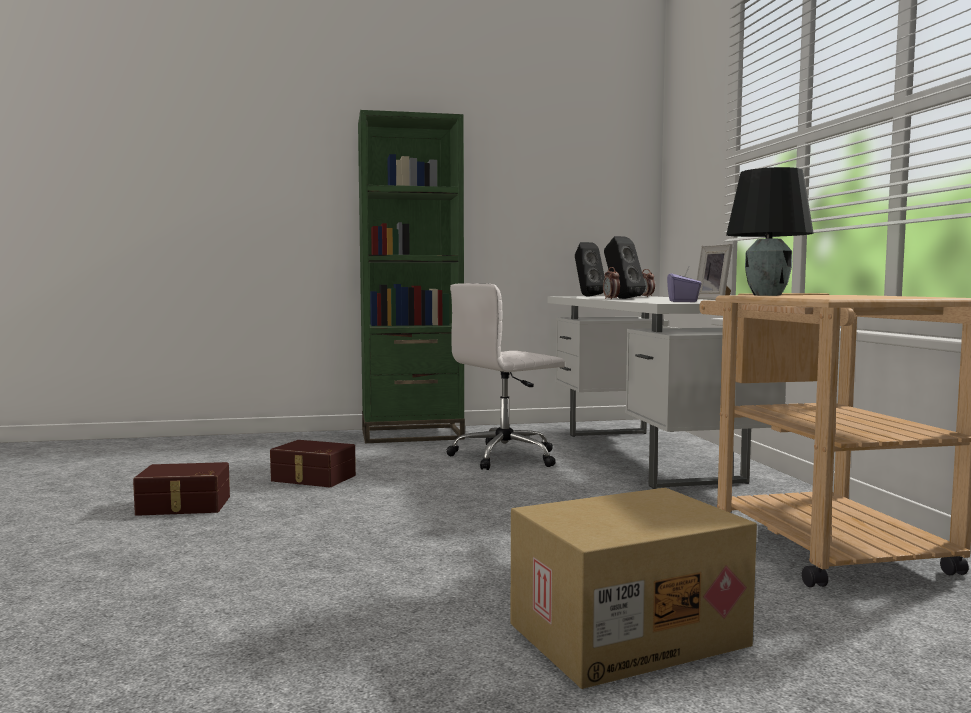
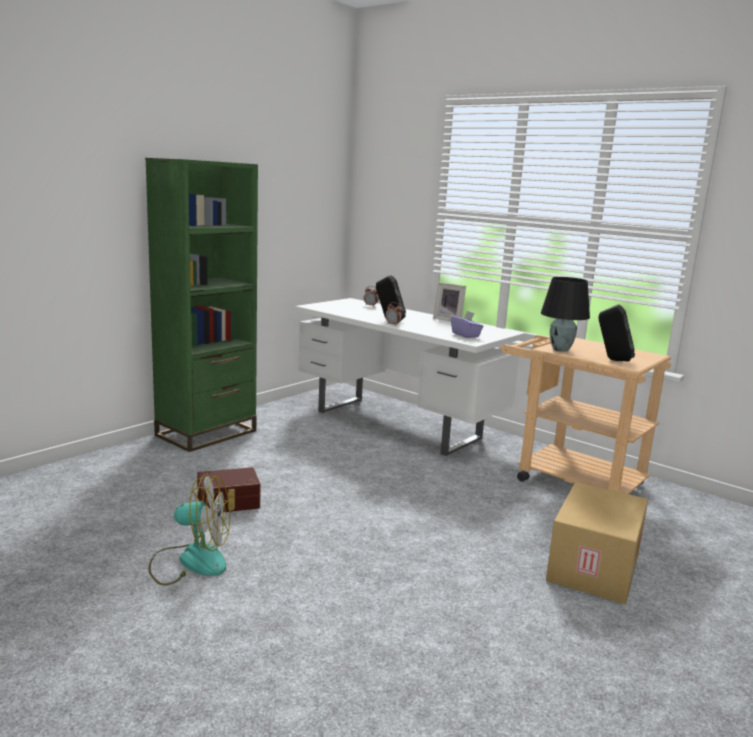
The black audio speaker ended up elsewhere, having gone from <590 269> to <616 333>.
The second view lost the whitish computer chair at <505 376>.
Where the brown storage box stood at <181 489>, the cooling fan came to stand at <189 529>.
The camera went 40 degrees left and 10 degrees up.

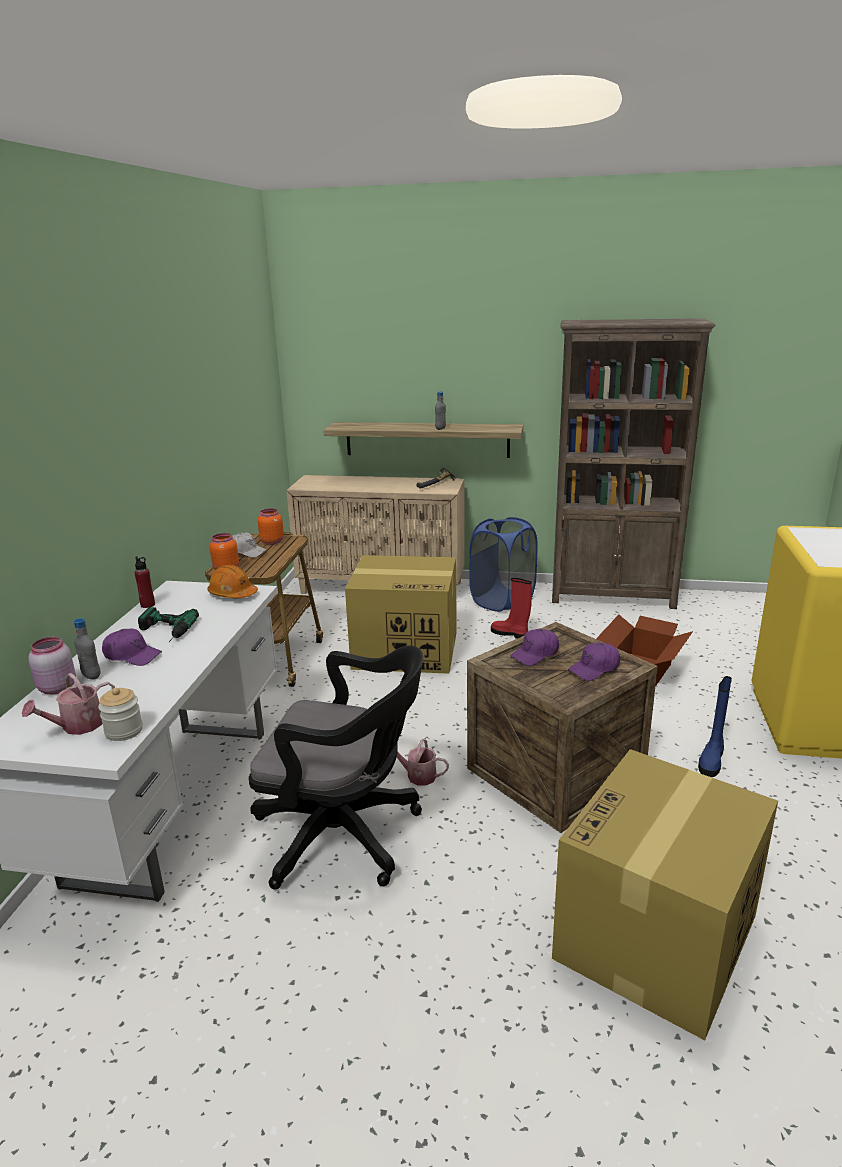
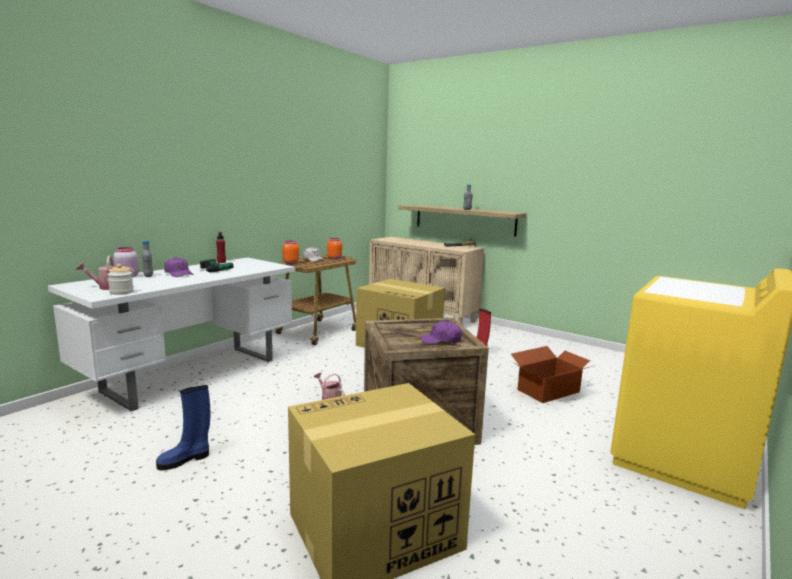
The second view lost the brown bookcase at <633 463>.
The second view lost the blue washing basket at <503 564>.
The second view lost the orangey hard hat at <232 581>.
The second view lost the purplish peaked cap at <534 647>.
The second view lost the black computer chair at <336 767>.
The blue tall boot ended up elsewhere, having gone from <715 726> to <183 427>.
The camera went 25 degrees right and 10 degrees down.

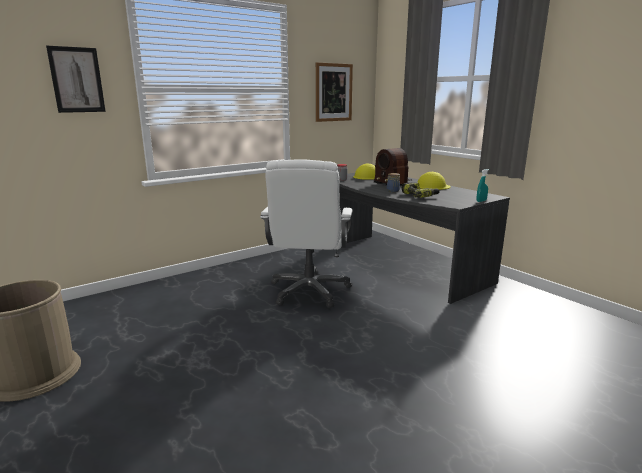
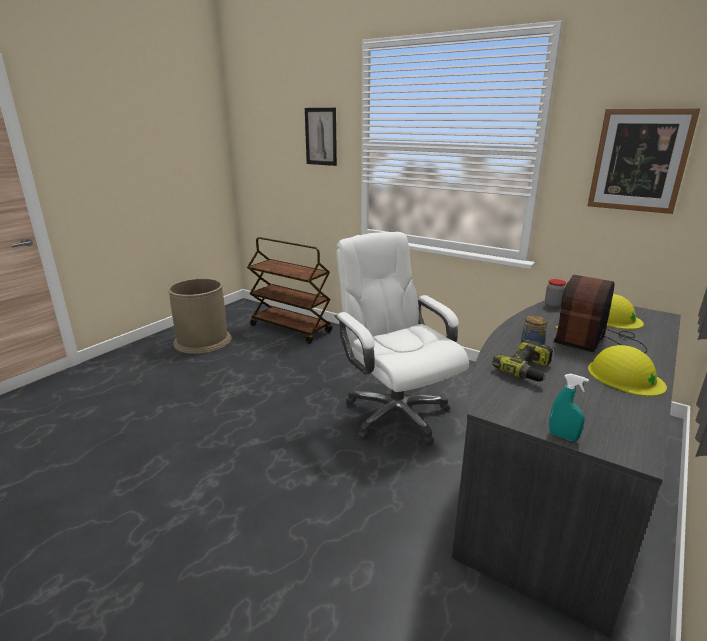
The whitish computer chair at <306 233> ended up facing another way, 75 degrees clockwise from before.
The second view gained the brown wheeled cart at <289 290>.
The camera went 70 degrees right and 5 degrees up.

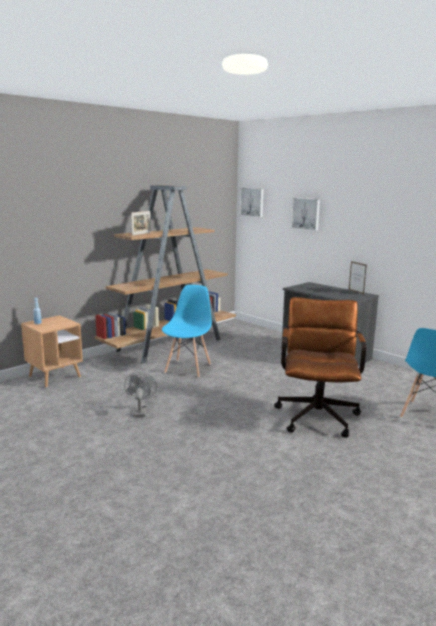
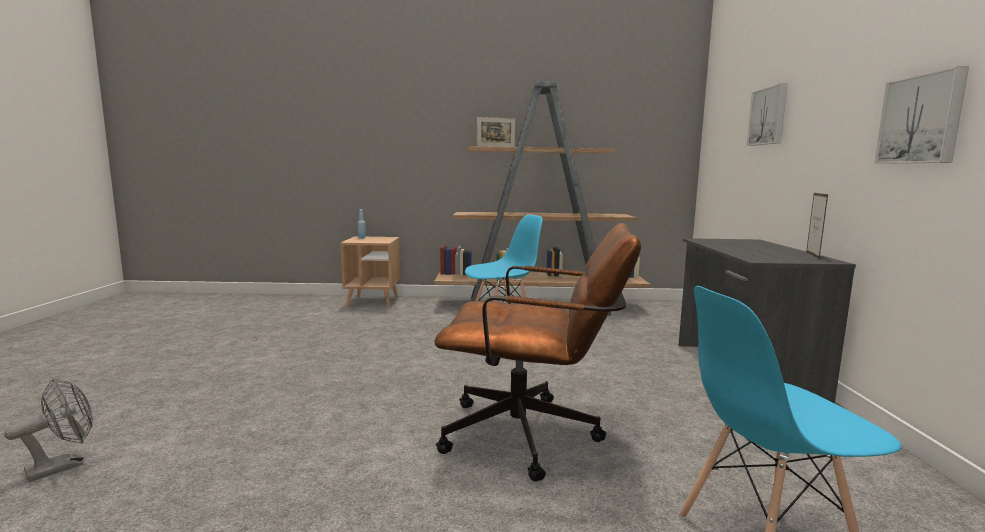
The wall picture ended up elsewhere, having gone from <251 202> to <921 115>.
The brown computer chair at <320 367> ended up facing another way, 45 degrees clockwise from before.
The greyish cooling fan ended up elsewhere, having gone from <140 394> to <48 430>.
The camera went 45 degrees right and 5 degrees down.

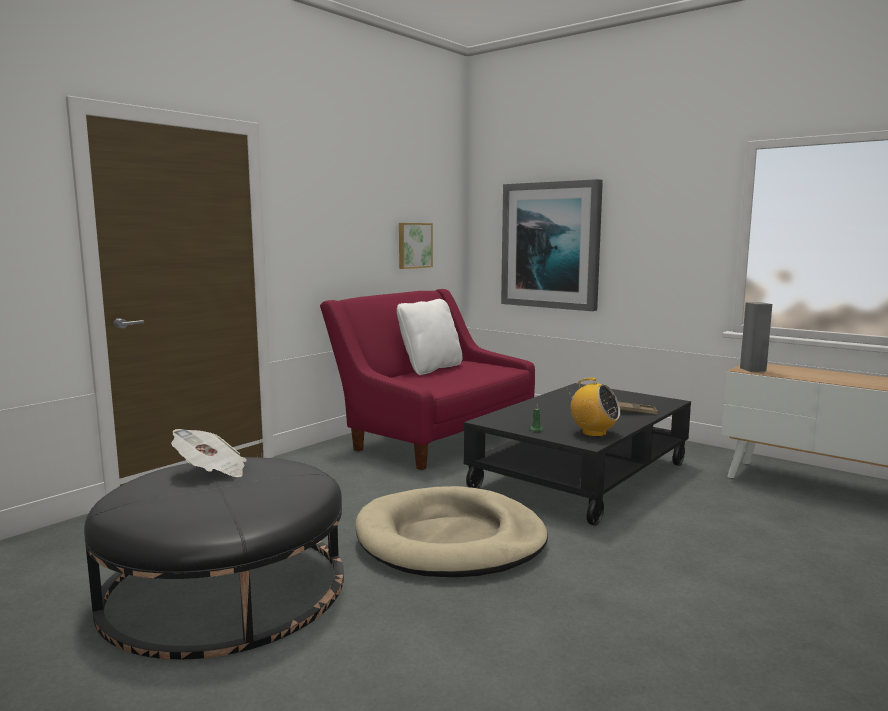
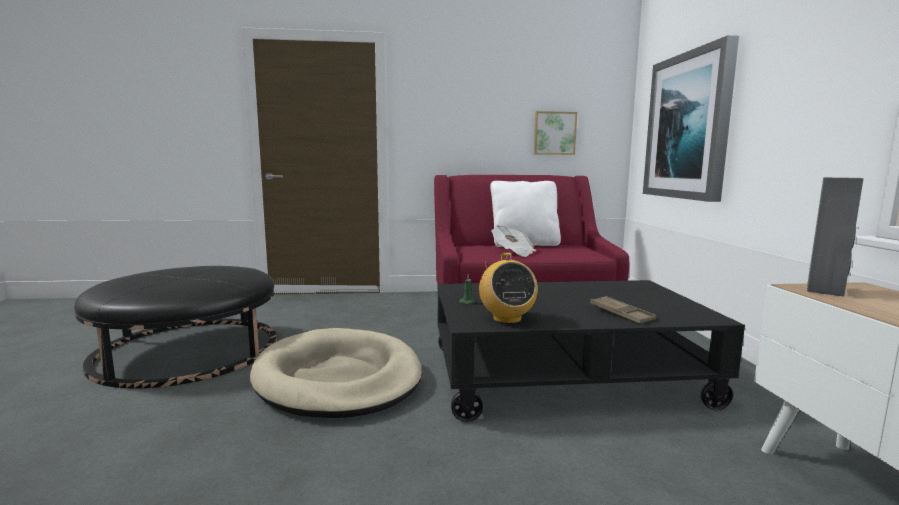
The daily paper ended up elsewhere, having gone from <209 453> to <513 241>.
The camera went 45 degrees right and 0 degrees up.

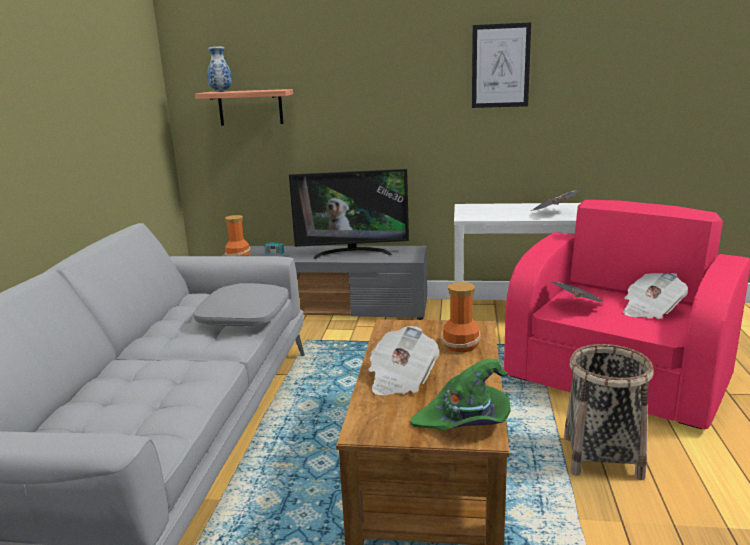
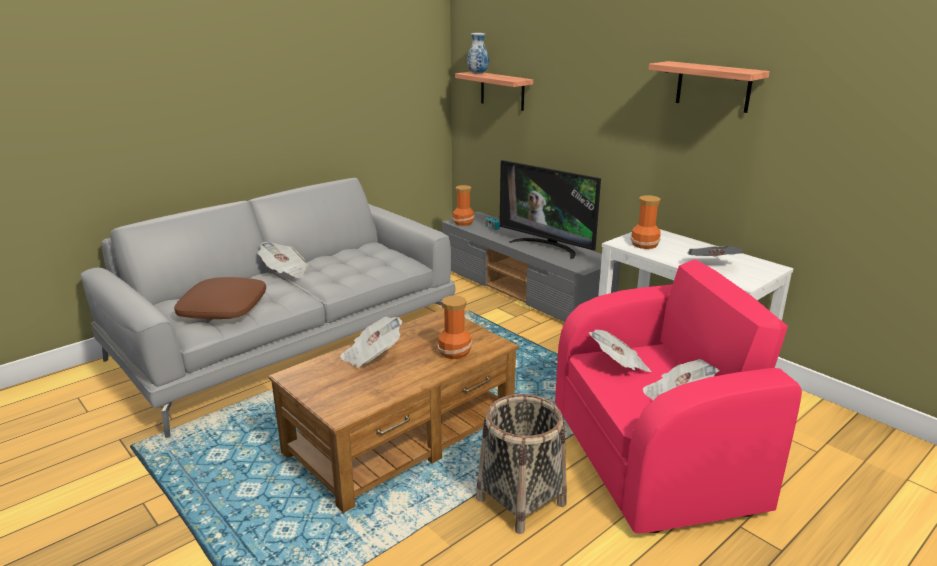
Where the wall picture hung at <501 65>, the wall shelf came to hang at <709 87>.
The second view lost the greyish throw pillow at <241 304>.
The second view lost the greenish wearable hat at <460 394>.
The second view gained the decorative vase at <646 222>.
The second view gained the daily paper at <283 260>.
The second view gained the brown throw pillow at <220 298>.
The camera went 40 degrees right and 5 degrees up.

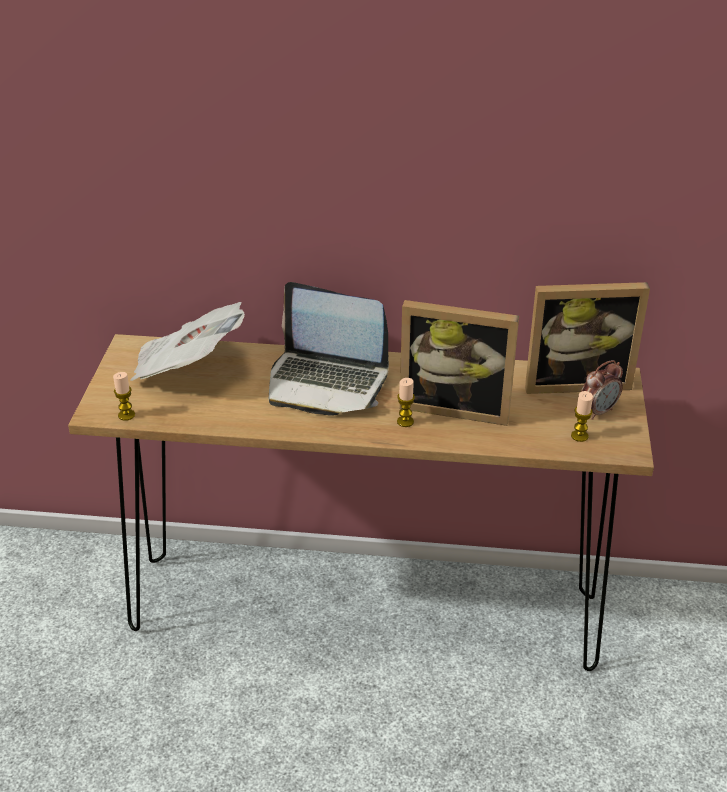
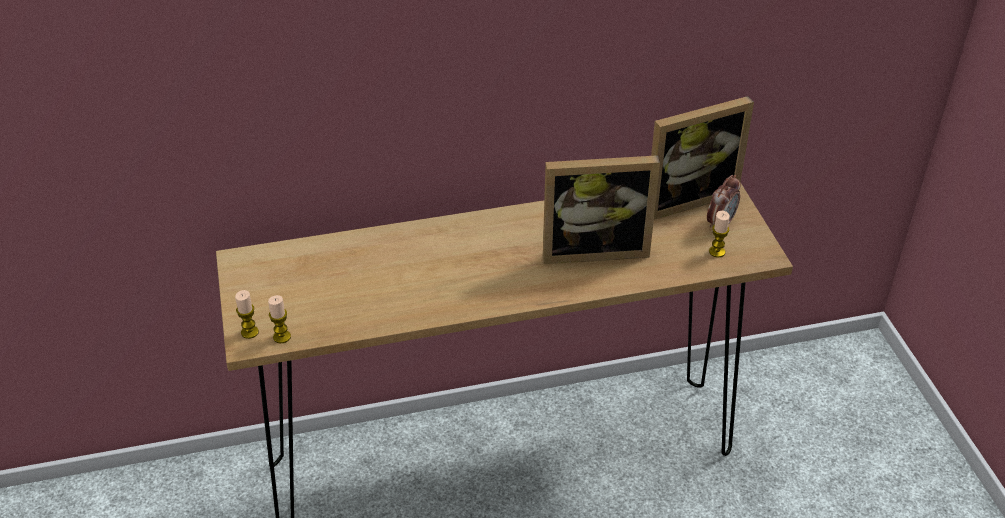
The second view lost the notebook computer at <329 349>.
The second view lost the daily paper at <187 341>.
The wax candle ended up elsewhere, having gone from <406 402> to <247 314>.
The camera went 20 degrees left and 5 degrees up.

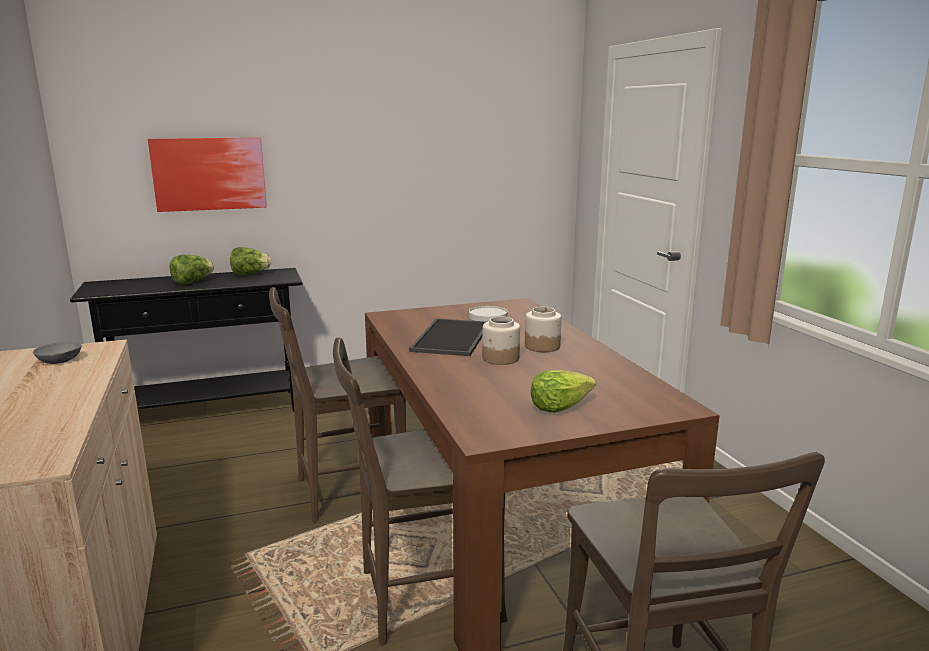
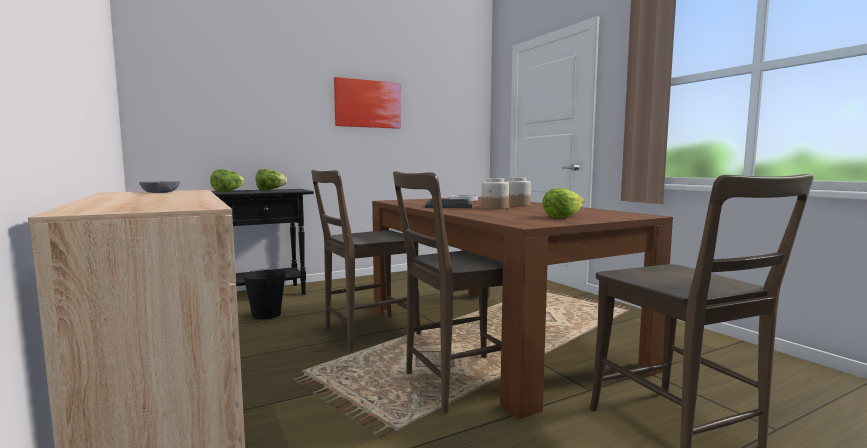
The wall picture ended up elsewhere, having gone from <207 174> to <367 103>.
The second view gained the black bucket at <264 294>.
The camera went 10 degrees left and 10 degrees down.

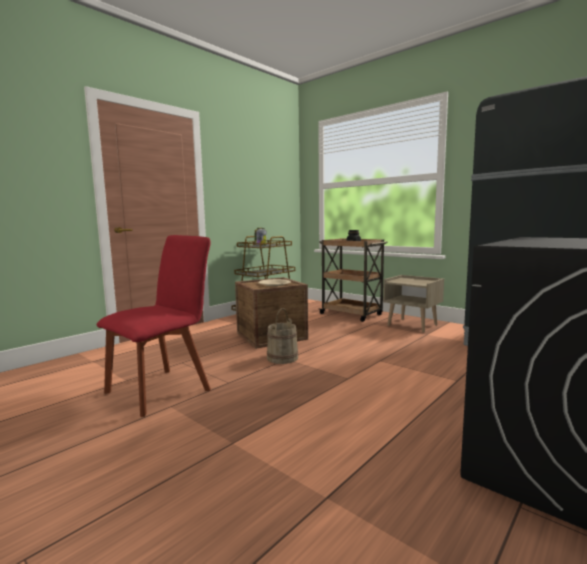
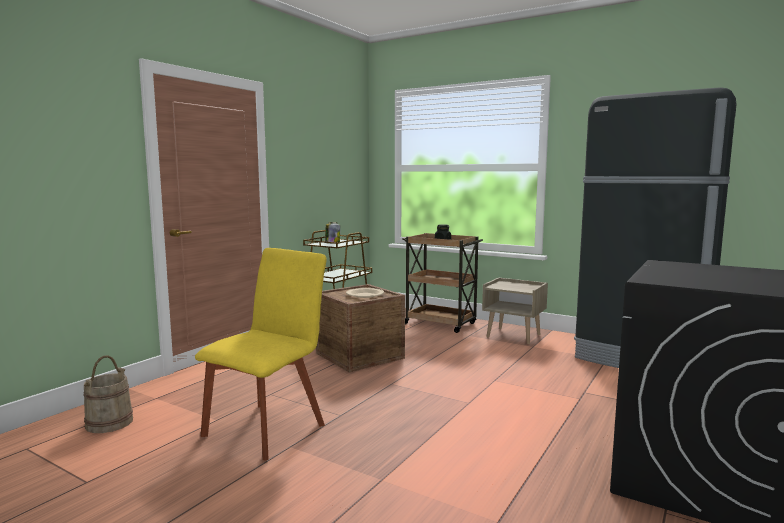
What was the red chair at <153 326> turned into the yellow chair at <261 354>.
The beige-coloured bucket ended up elsewhere, having gone from <282 336> to <108 394>.
The camera went 10 degrees left and 0 degrees up.

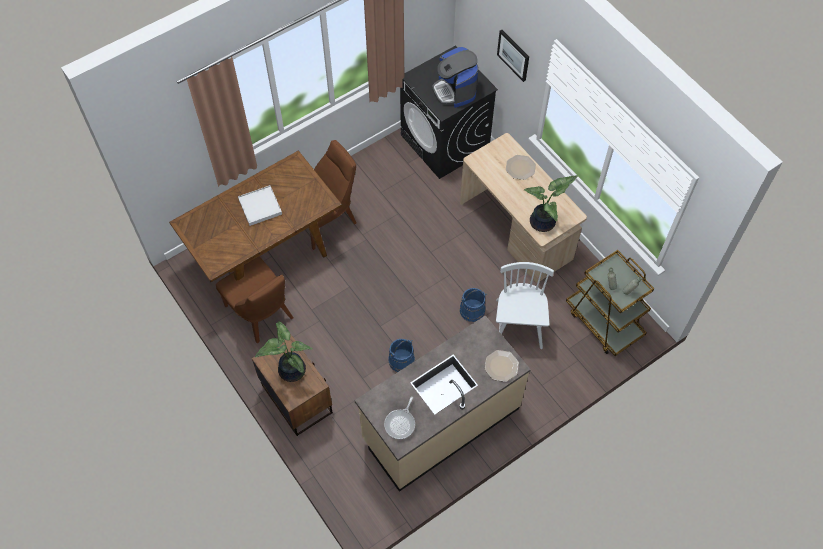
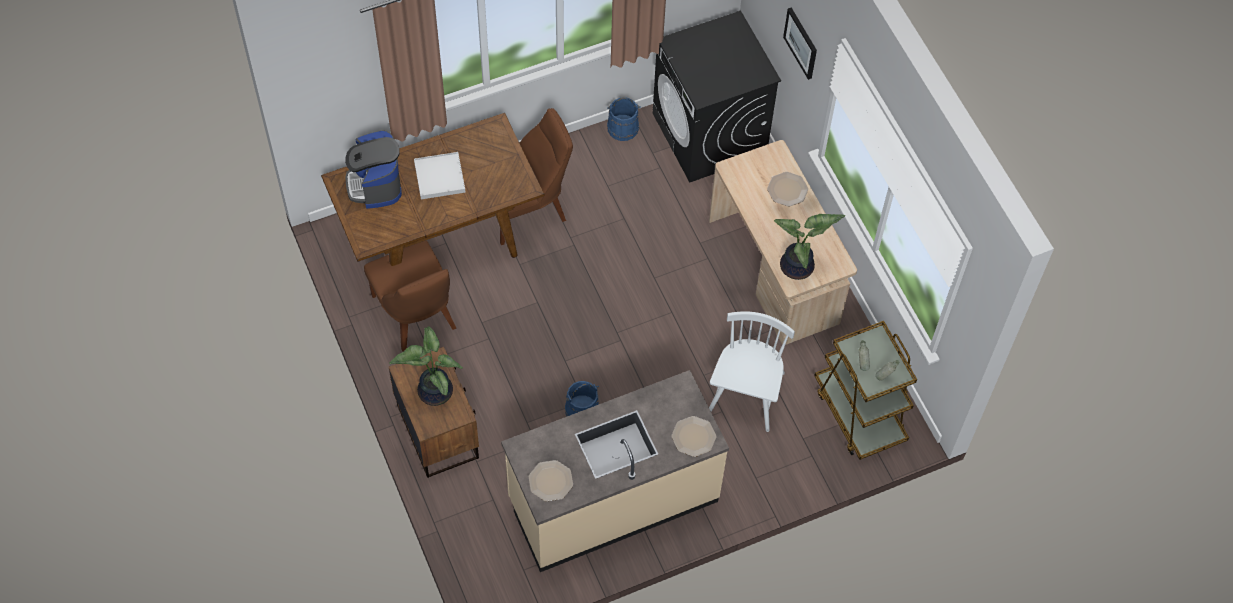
The coffee machine ended up elsewhere, having gone from <455 77> to <373 170>.
The blue bucket ended up elsewhere, having gone from <473 305> to <624 119>.
Where the pan stood at <399 418>, the flat dish came to stand at <551 480>.
The camera went 10 degrees right and 0 degrees up.

